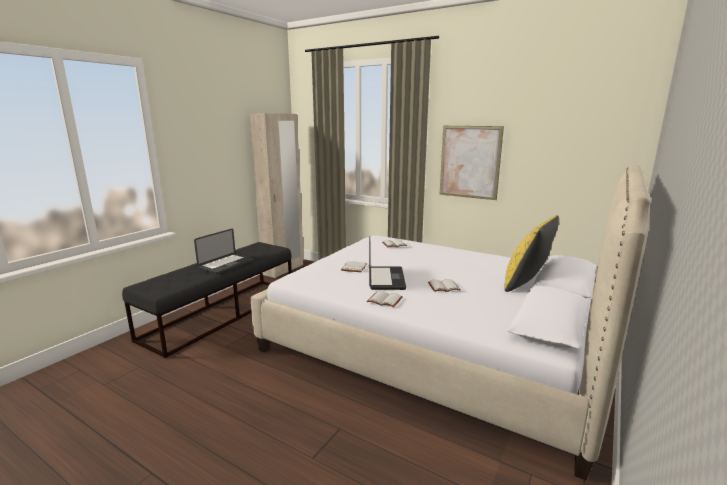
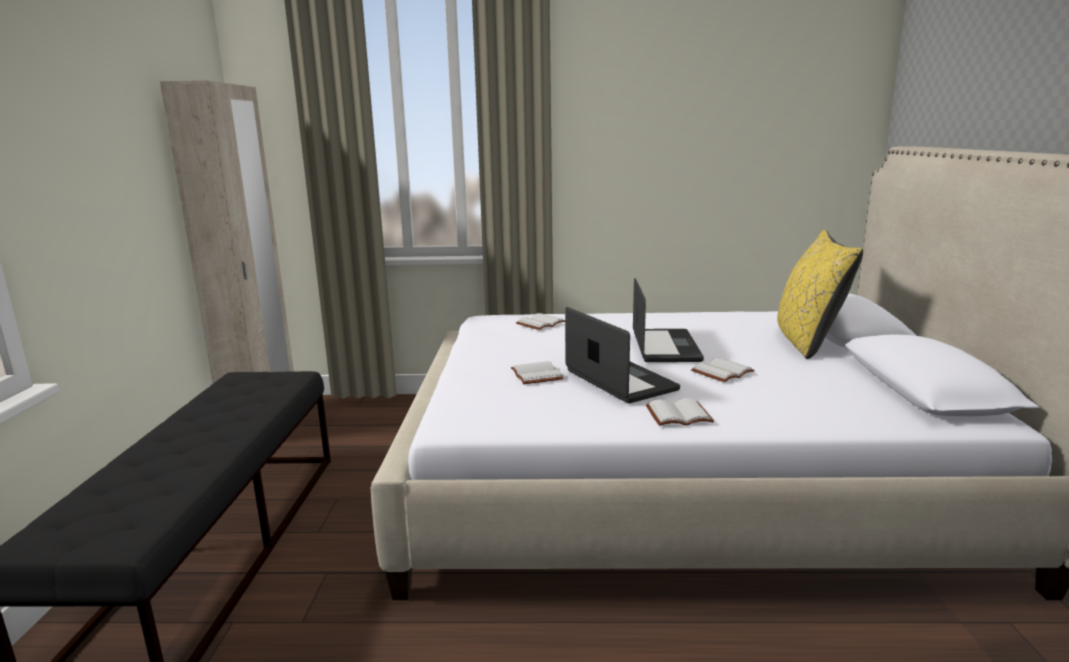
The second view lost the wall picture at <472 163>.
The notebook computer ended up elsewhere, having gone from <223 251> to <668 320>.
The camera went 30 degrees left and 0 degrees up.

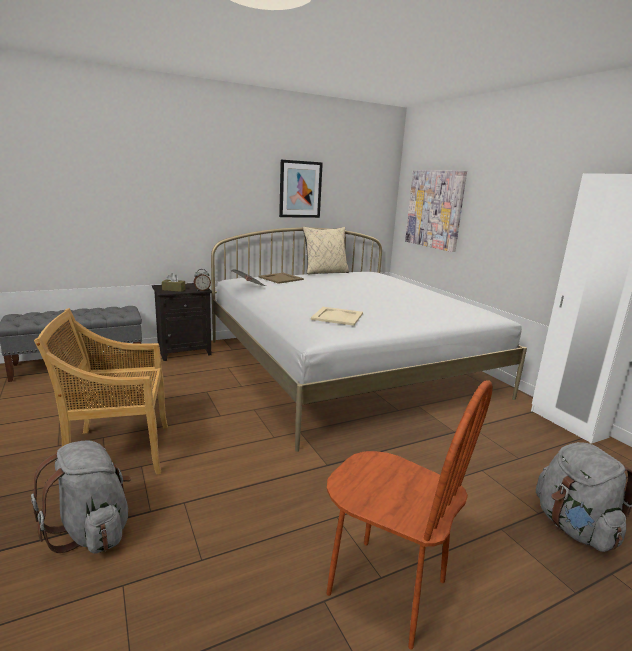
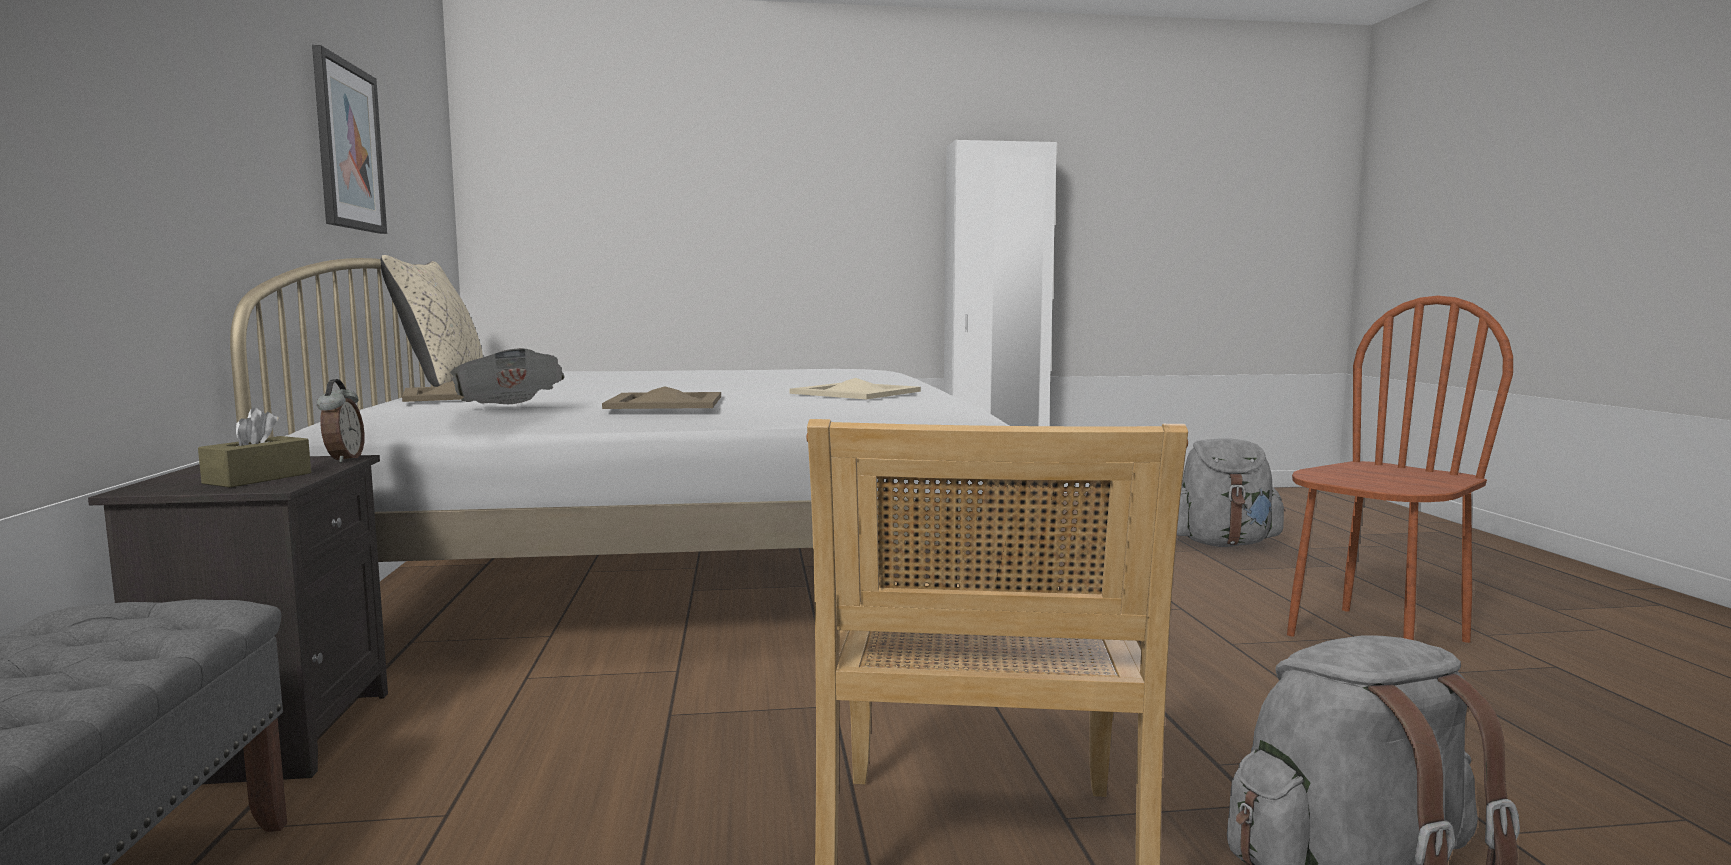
The second view lost the wall picture at <436 211>.
The second view gained the beige-coloured serving tray at <661 397>.
The camera went 70 degrees left and 10 degrees down.

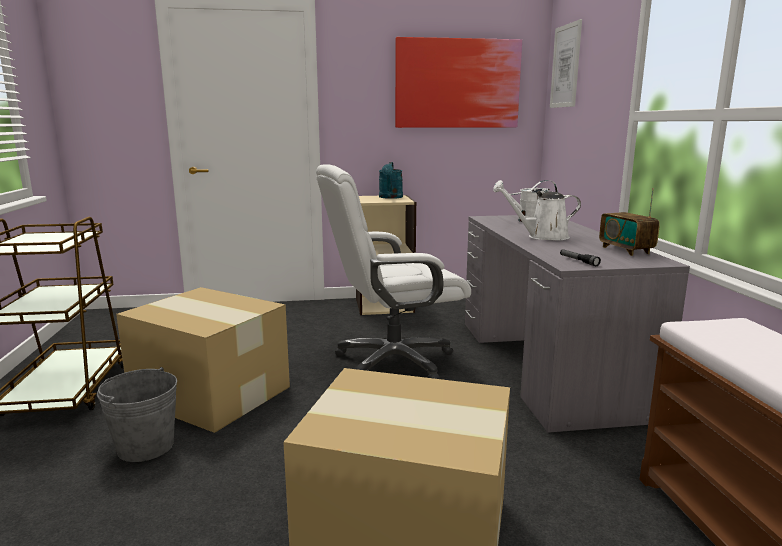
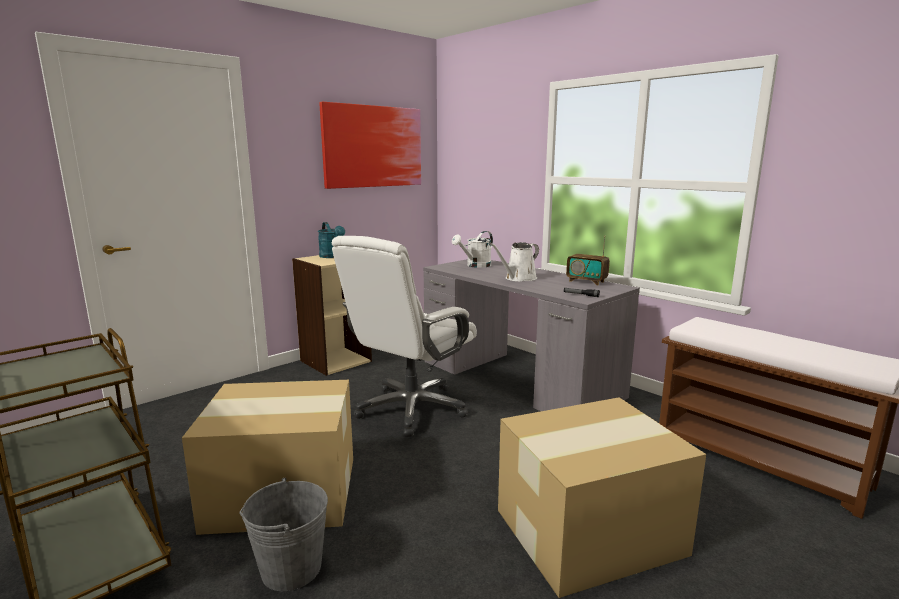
The second view lost the wall picture at <566 63>.
The camera went 35 degrees left and 0 degrees up.

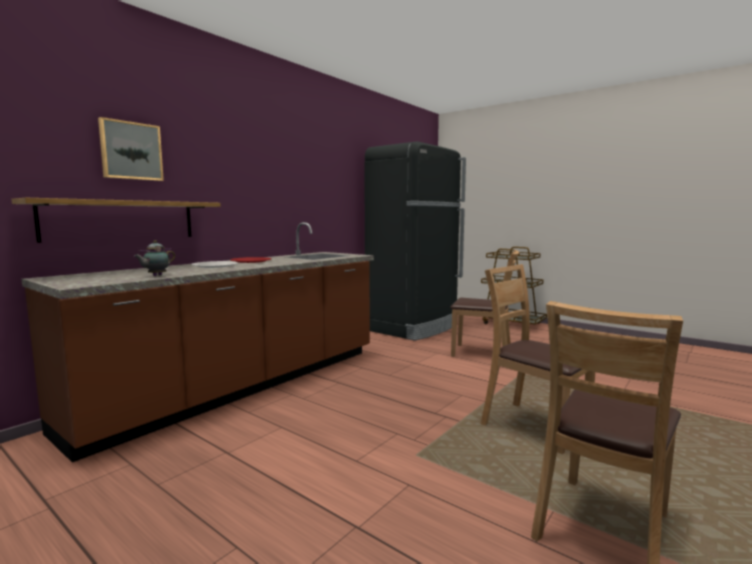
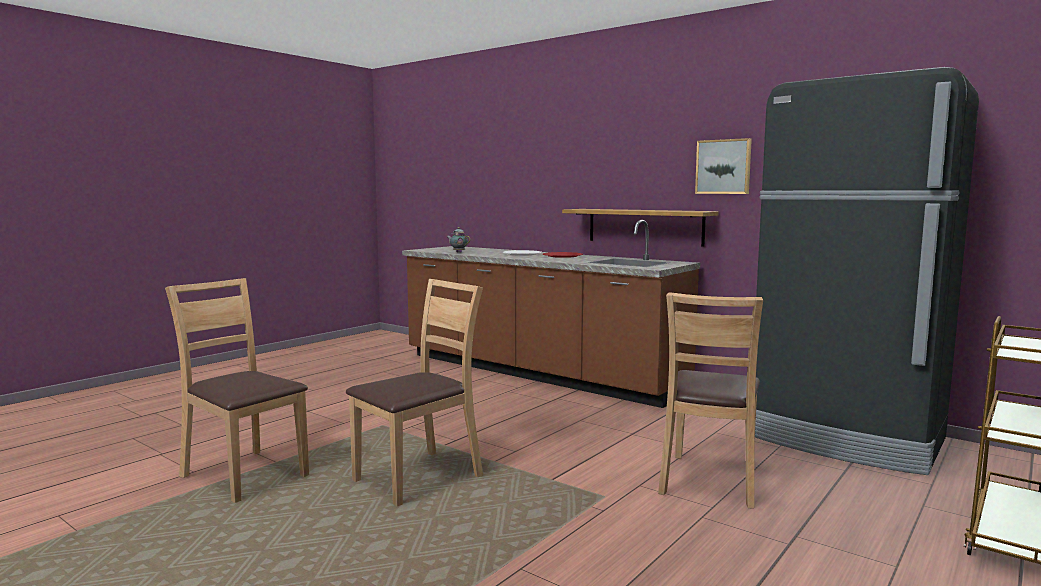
The wall picture ended up elsewhere, having gone from <131 149> to <723 166>.
The wall shelf ended up elsewhere, having gone from <116 220> to <640 228>.
The camera went 90 degrees right and 0 degrees up.

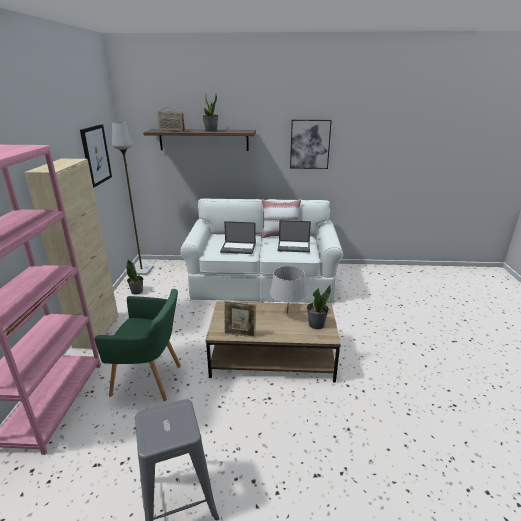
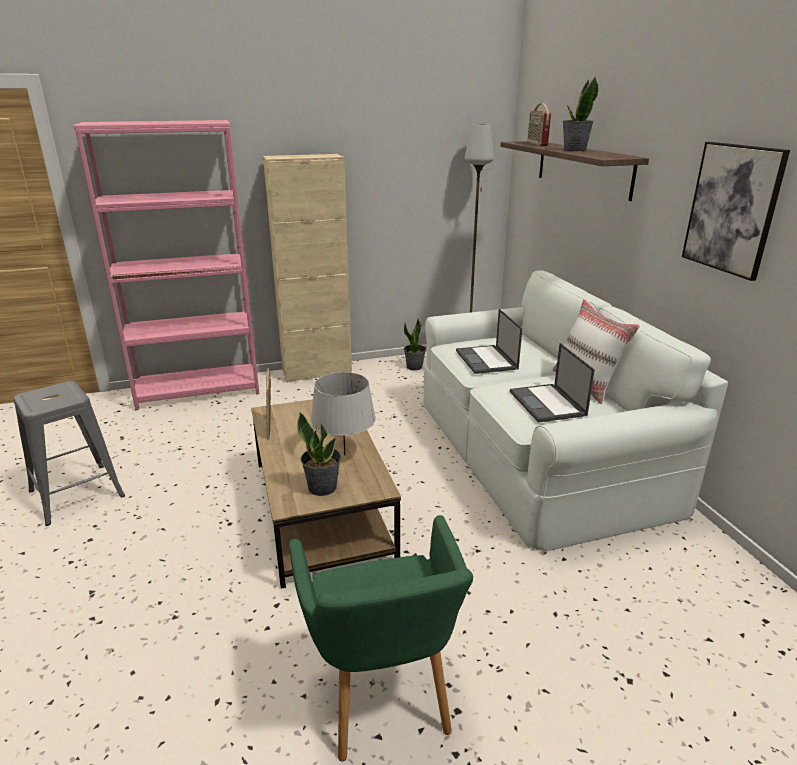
The second view lost the wall picture at <96 156>.
The greenish armchair ended up elsewhere, having gone from <138 345> to <381 638>.
The camera went 70 degrees right and 0 degrees up.

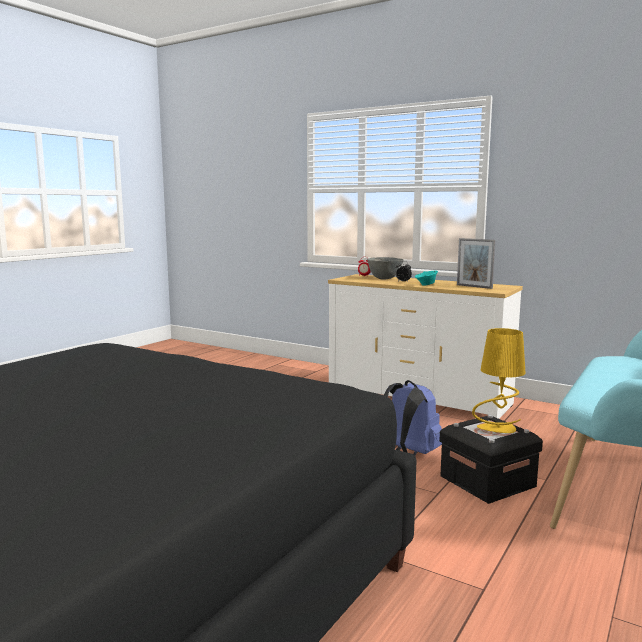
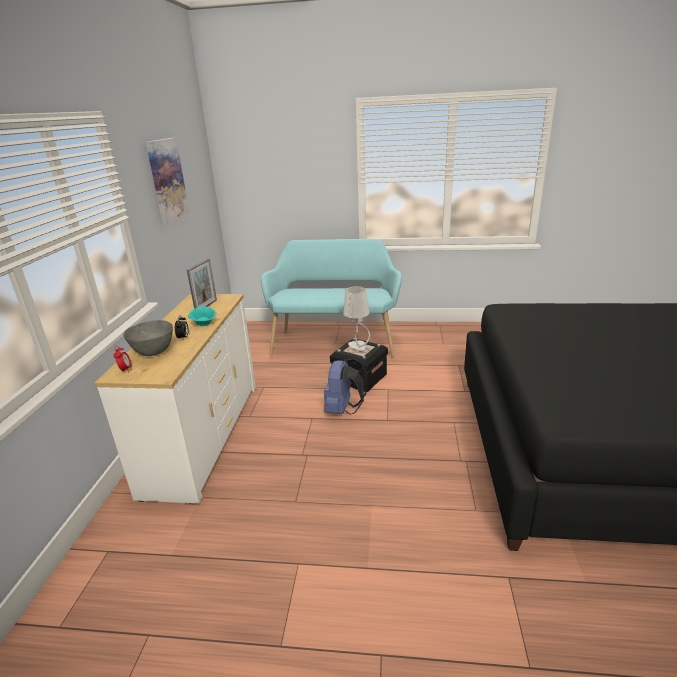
What was the yellow lamp for a table at <499 380> turned into the greyish lamp for a table at <356 318>.
The second view gained the wall picture at <168 181>.
The camera went 115 degrees left and 15 degrees up.

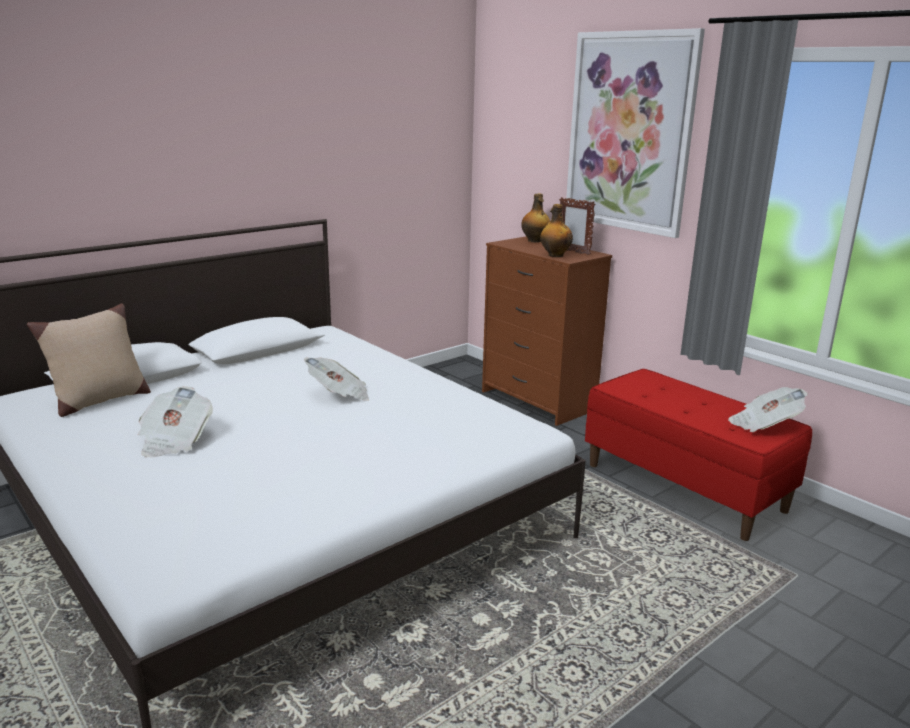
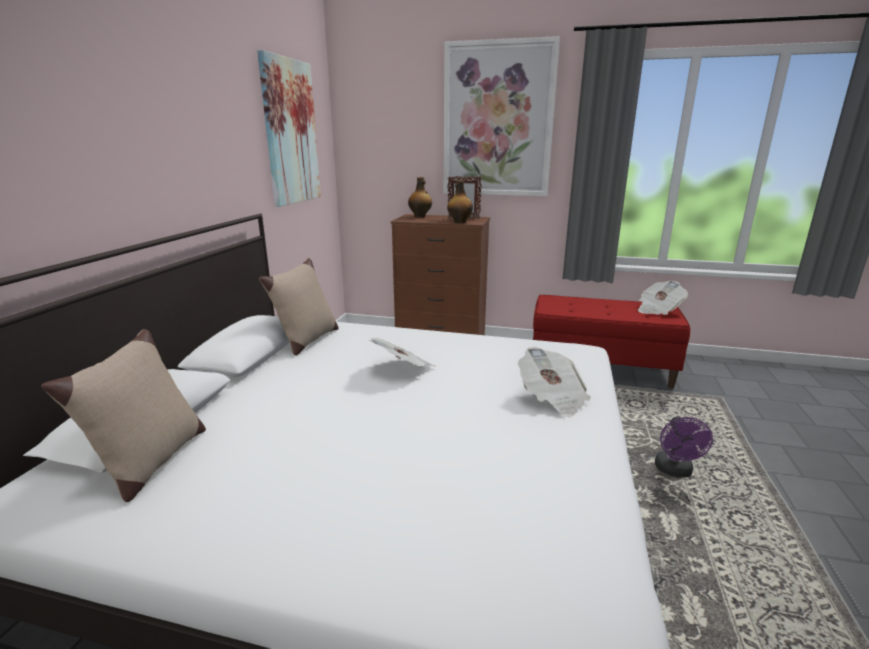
The daily paper ended up elsewhere, having gone from <175 421> to <554 382>.
The second view gained the wall picture at <289 128>.
The second view gained the beige-coloured throw pillow at <299 306>.
The second view gained the purplish cooling fan at <684 446>.
The camera went 35 degrees left and 0 degrees up.

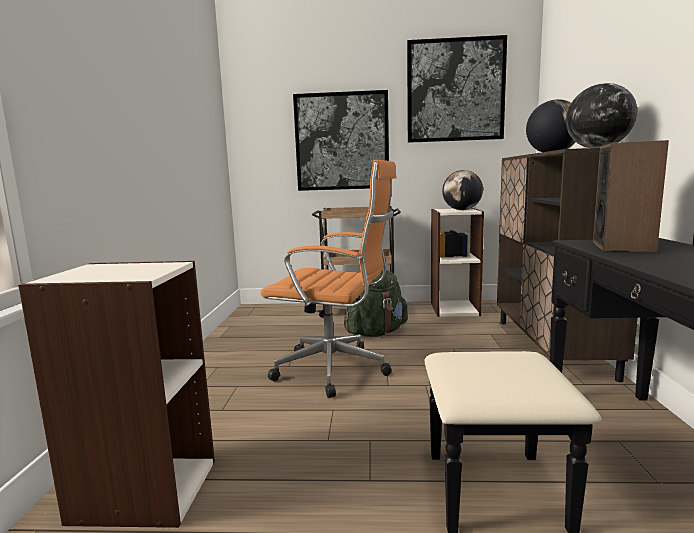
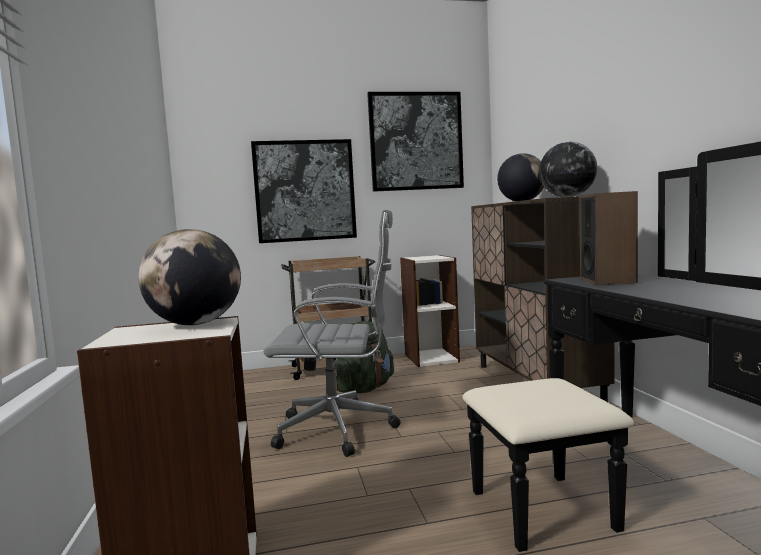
What was the orangey computer chair at <329 279> turned into the greyish computer chair at <332 333>.
The globe ended up elsewhere, having gone from <462 190> to <189 277>.
The camera went 15 degrees left and 5 degrees down.

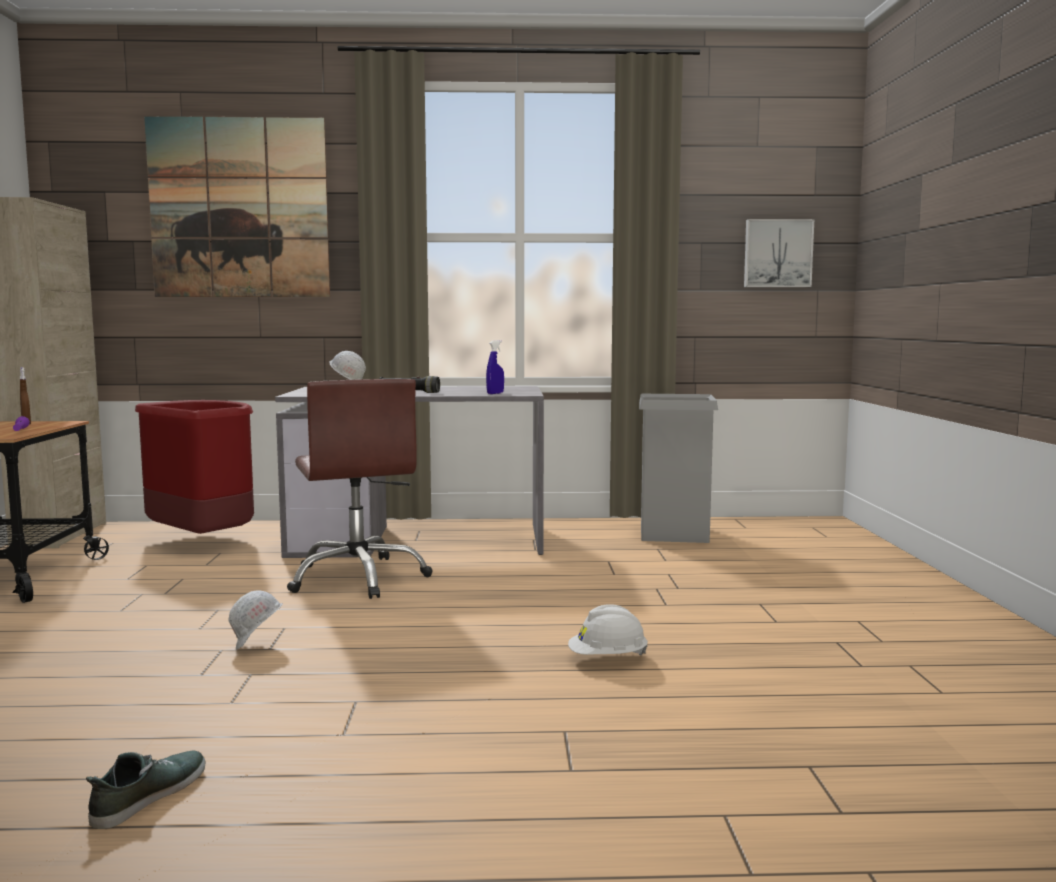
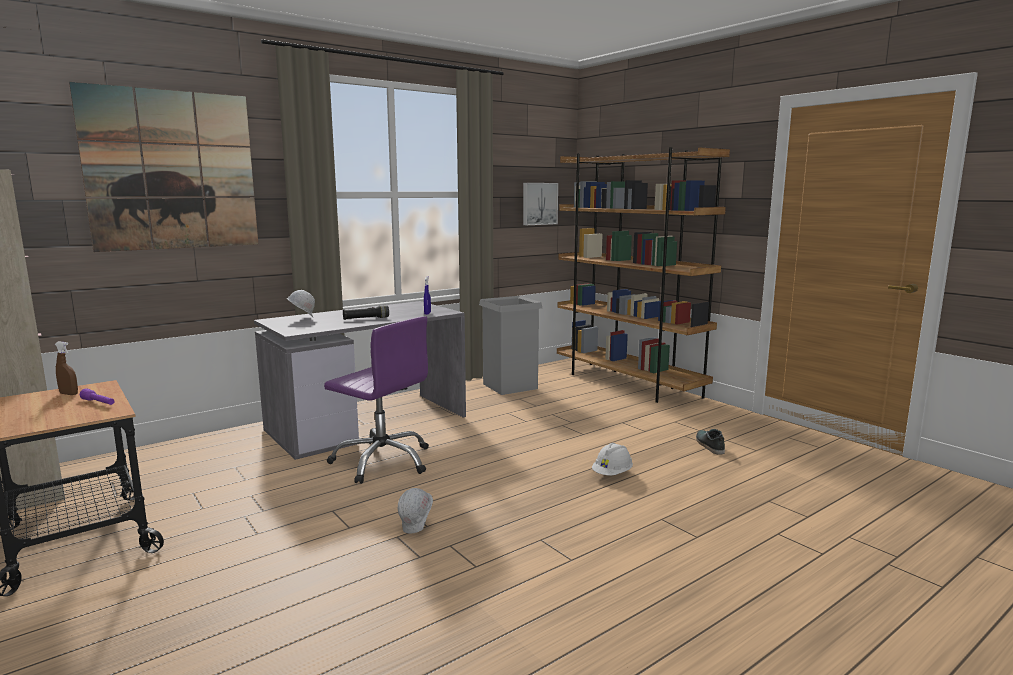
What was the brown computer chair at <359 489> turned into the purplish computer chair at <376 400>.
The second view lost the red rubbish bin at <194 467>.
The shoe ended up elsewhere, having gone from <145 790> to <710 442>.
The second view gained the brown bookcase at <643 275>.
The camera went 35 degrees left and 5 degrees up.

